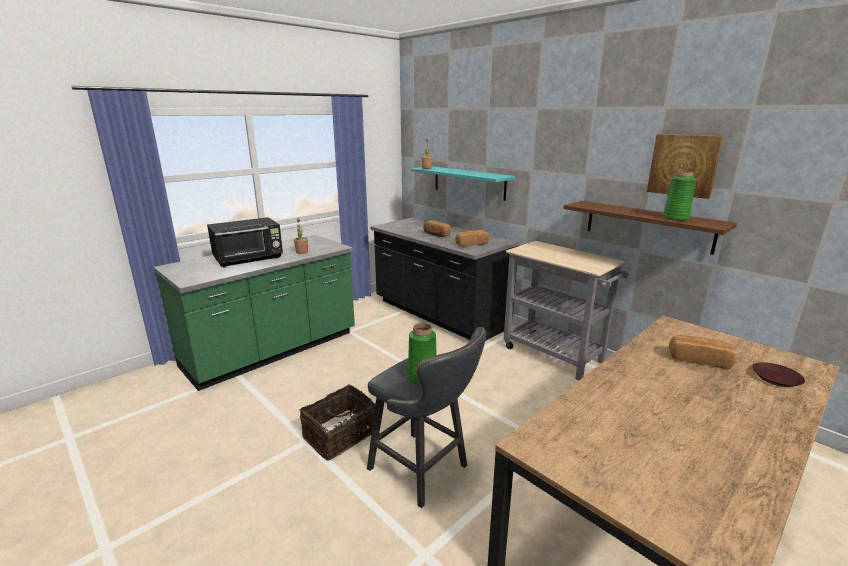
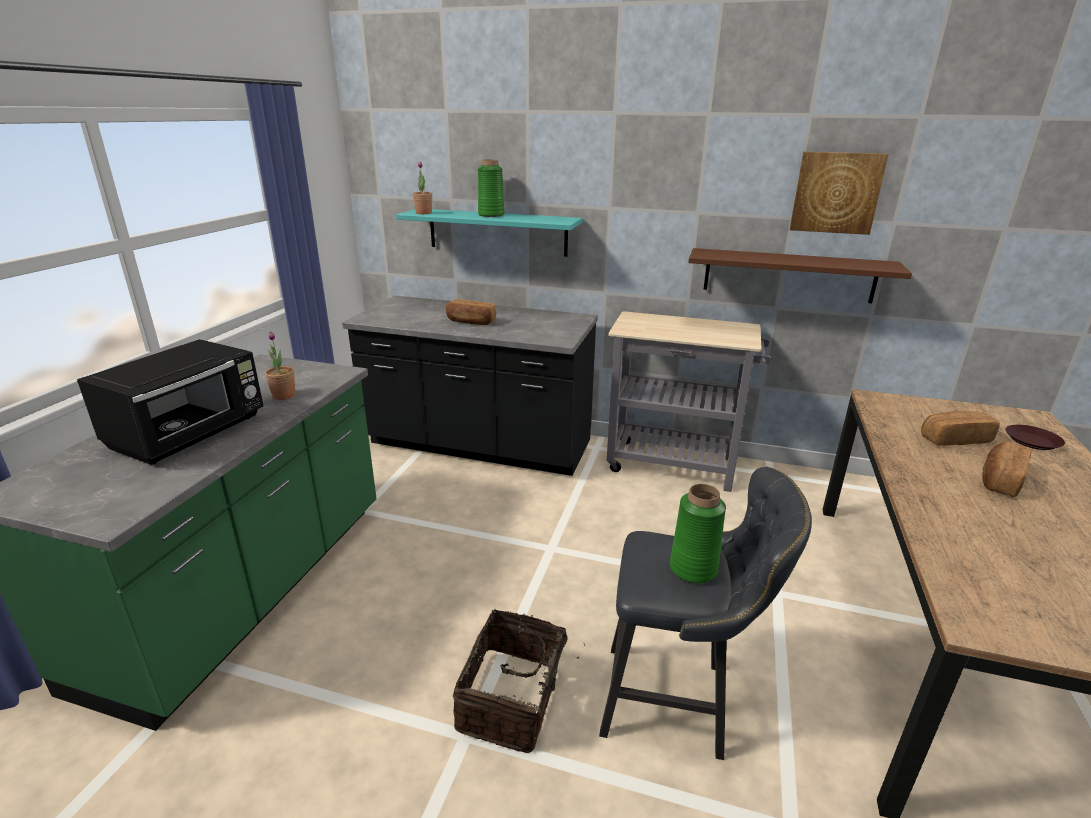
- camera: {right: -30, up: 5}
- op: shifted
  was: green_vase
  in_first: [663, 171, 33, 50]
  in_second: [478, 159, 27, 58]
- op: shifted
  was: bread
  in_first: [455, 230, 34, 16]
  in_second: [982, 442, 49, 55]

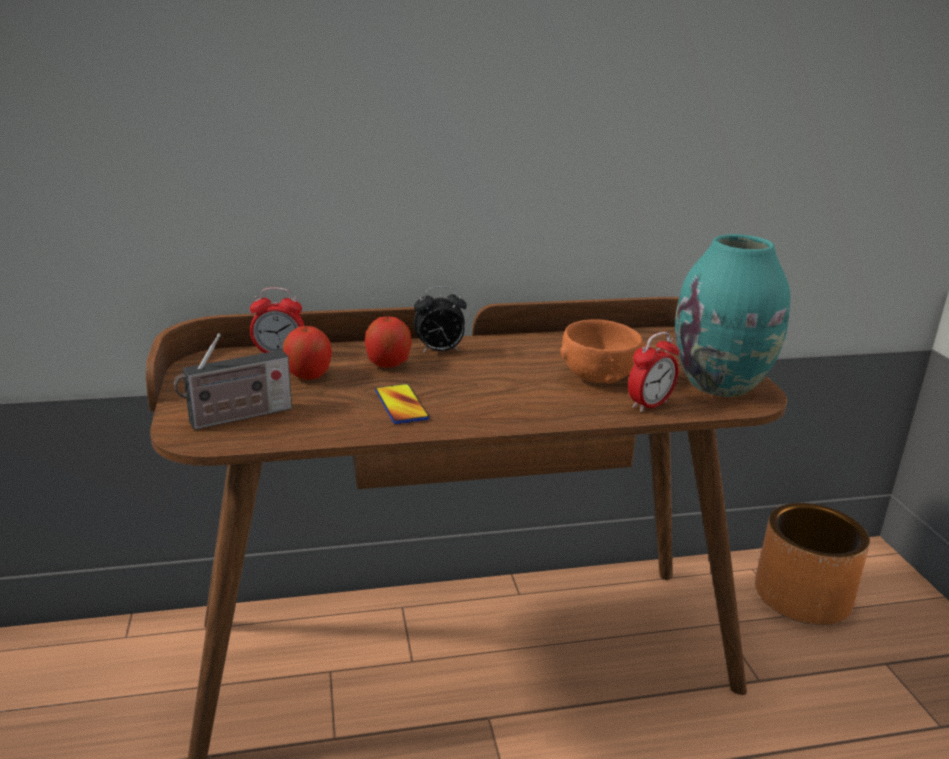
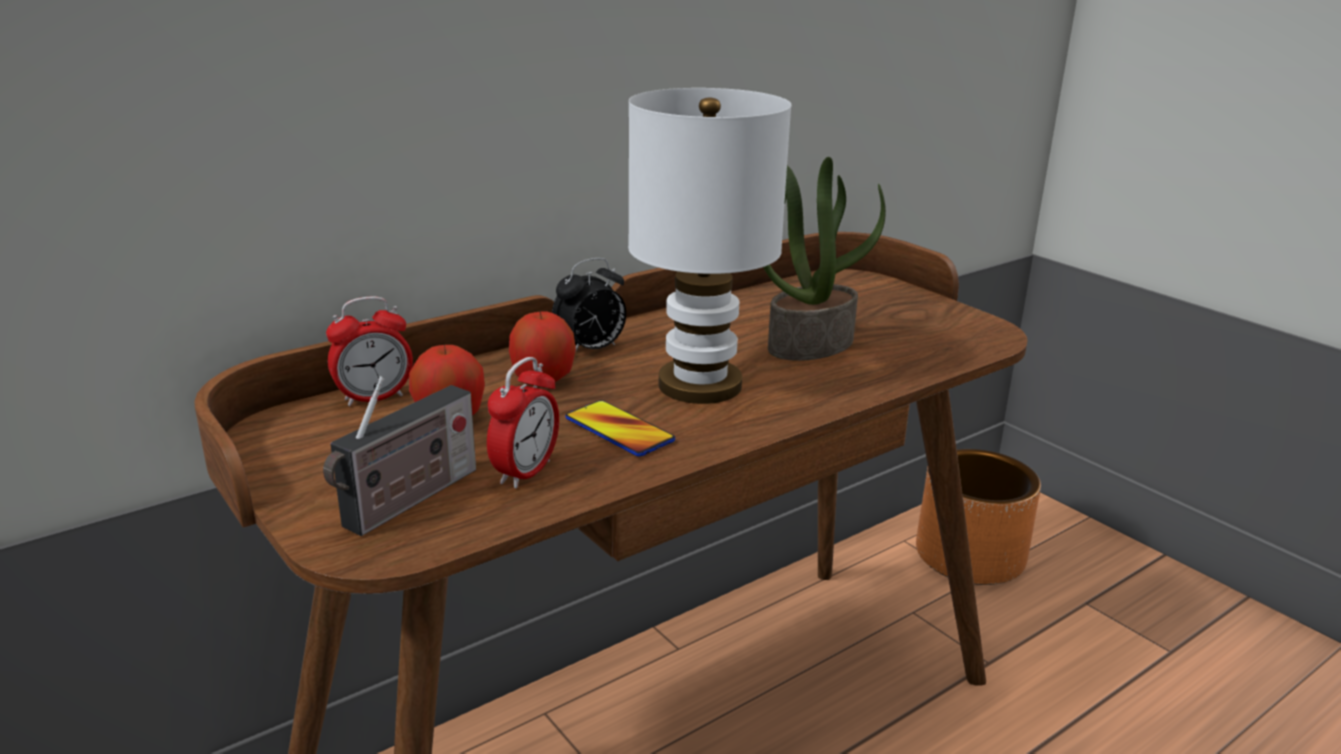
- camera: {right: -25, up: 0}
- op: shifted
  was: alarm_clock
  in_first: [628, 332, 51, 80]
  in_second: [487, 357, 72, 132]
- op: new
  now: white_table_lamp
  in_second: [628, 88, 163, 316]
- op: swapped
  was: orange_bowl
  now: potted_plant
  in_first: [560, 319, 87, 65]
  in_second: [763, 157, 123, 204]
- op: gone
  was: turquoise_vase
  in_first: [675, 234, 115, 163]

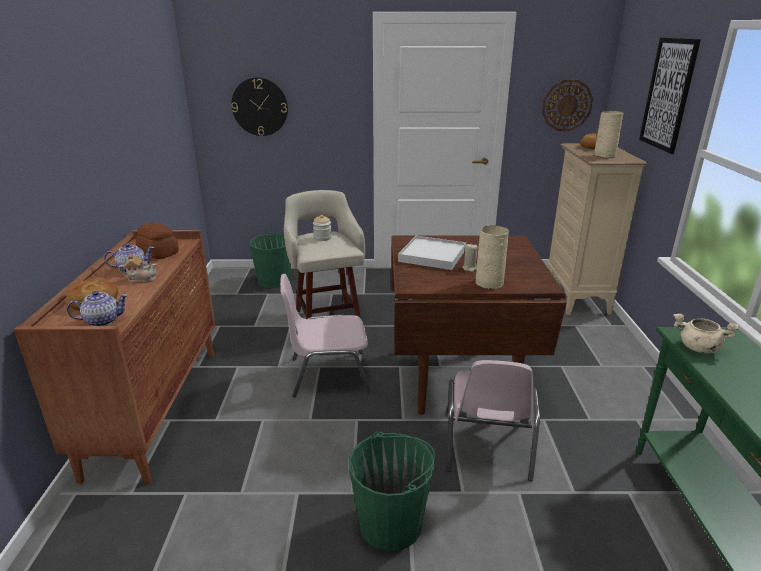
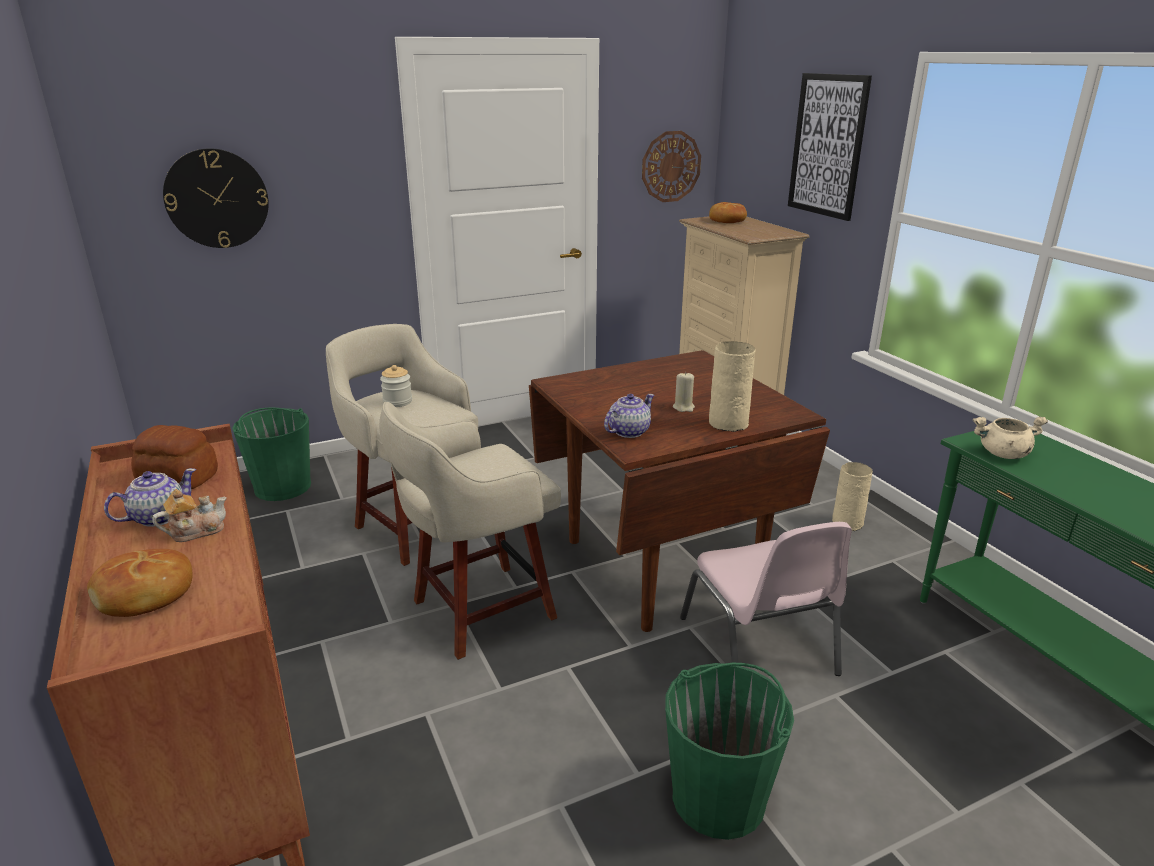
- camera: {right: -25, up: 0}
- op: swapped
  was: pink_chair
  now: beige_stool
  in_first: [280, 274, 91, 123]
  in_second: [379, 402, 182, 258]
- op: shifted
  was: teapot
  in_first: [67, 291, 61, 35]
  in_second: [604, 394, 50, 44]
- op: shifted
  was: beige_vase
  in_first: [594, 111, 29, 47]
  in_second: [832, 462, 41, 69]
- op: gone
  was: white_tray
  in_first: [398, 236, 68, 34]

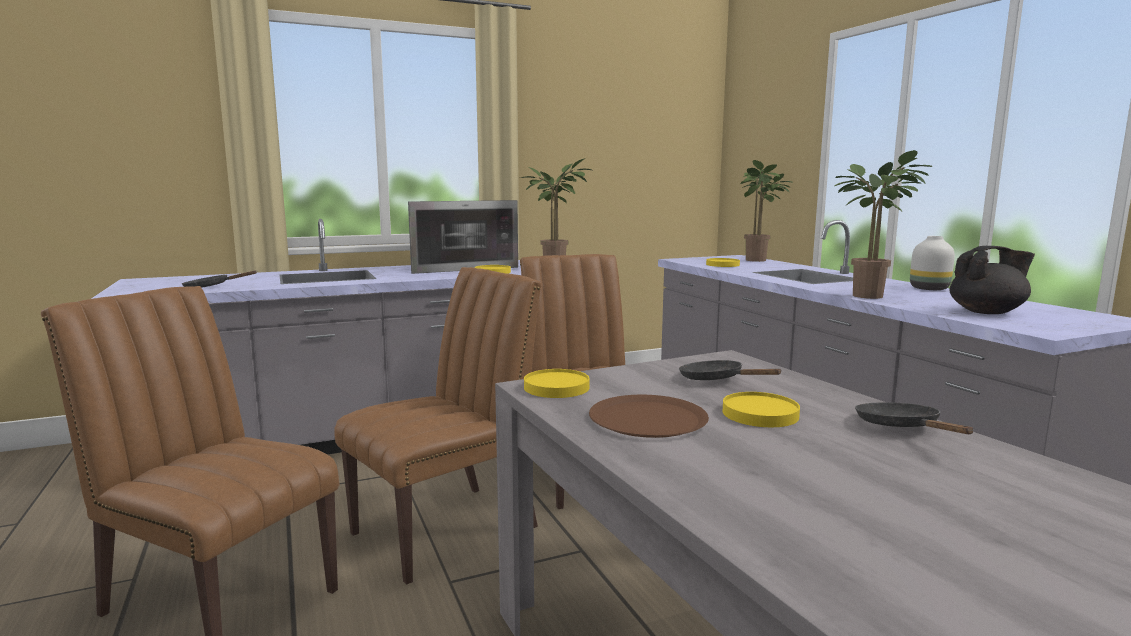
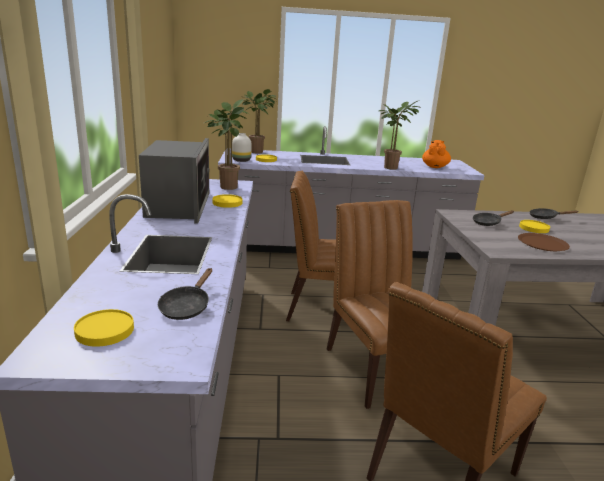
- camera: {right: -70, up: 10}
- op: shifted
  was: yellow_plate
  in_first: [524, 369, 66, 29]
  in_second: [74, 309, 60, 38]
- op: shifted
  was: white_vase
  in_first: [910, 236, 45, 54]
  in_second: [232, 133, 20, 29]
- op: repainted
  was: black_teapot
  now: orange_teapot
  in_first: [949, 246, 86, 68]
  in_second: [422, 140, 29, 28]

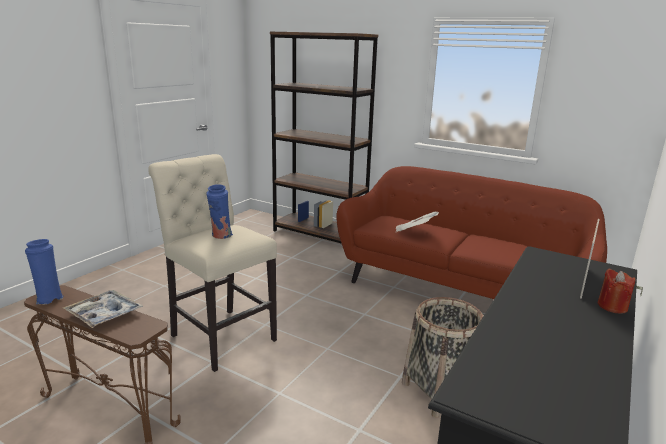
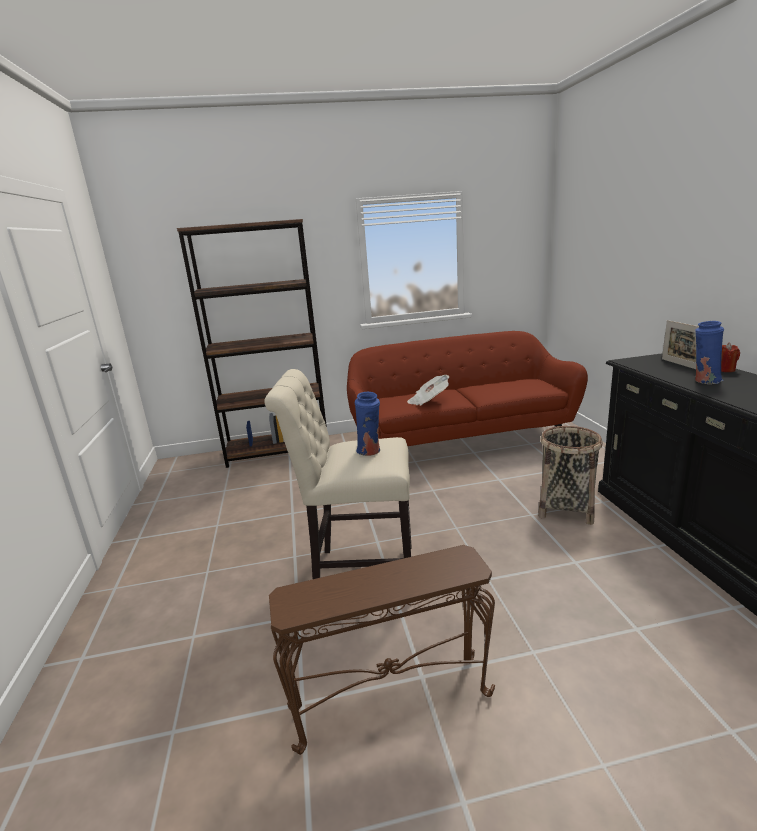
- camera: {right: -40, up: 0}
- op: shifted
  was: blue_vase
  in_first: [25, 239, 38, 65]
  in_second: [695, 321, 29, 63]
- op: gone
  was: tray
  in_first: [63, 290, 80, 38]

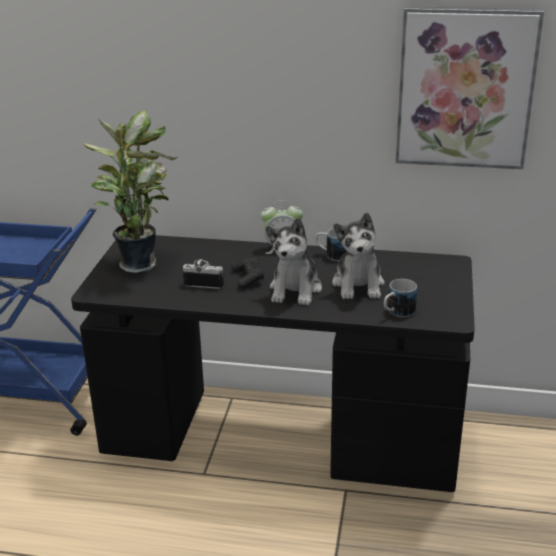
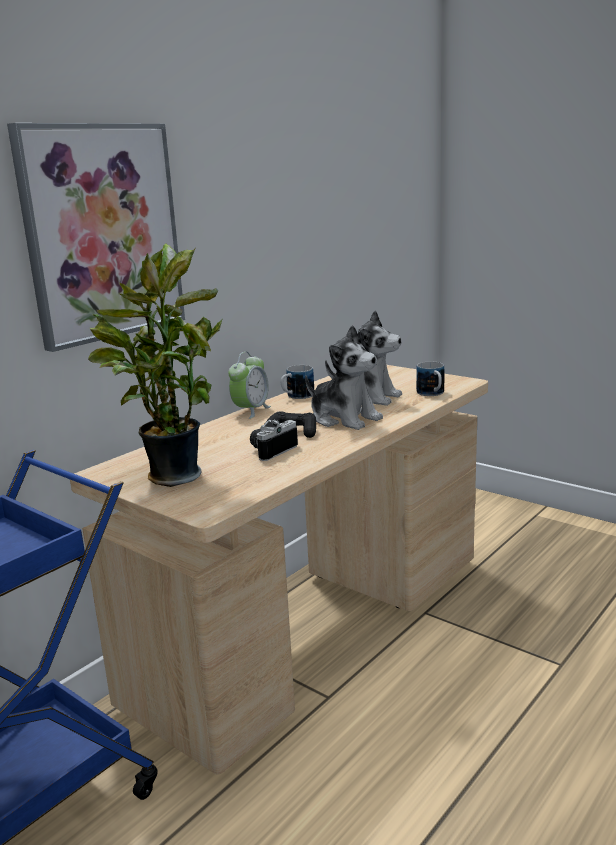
- camera: {right: -60, up: -10}
- op: shifted
  was: picture
  in_first: [396, 6, 148, 163]
  in_second: [7, 123, 178, 229]
- op: repainted
  was: black_desk
  now: beige_desk
  in_first: [71, 235, 404, 257]
  in_second: [70, 365, 418, 410]

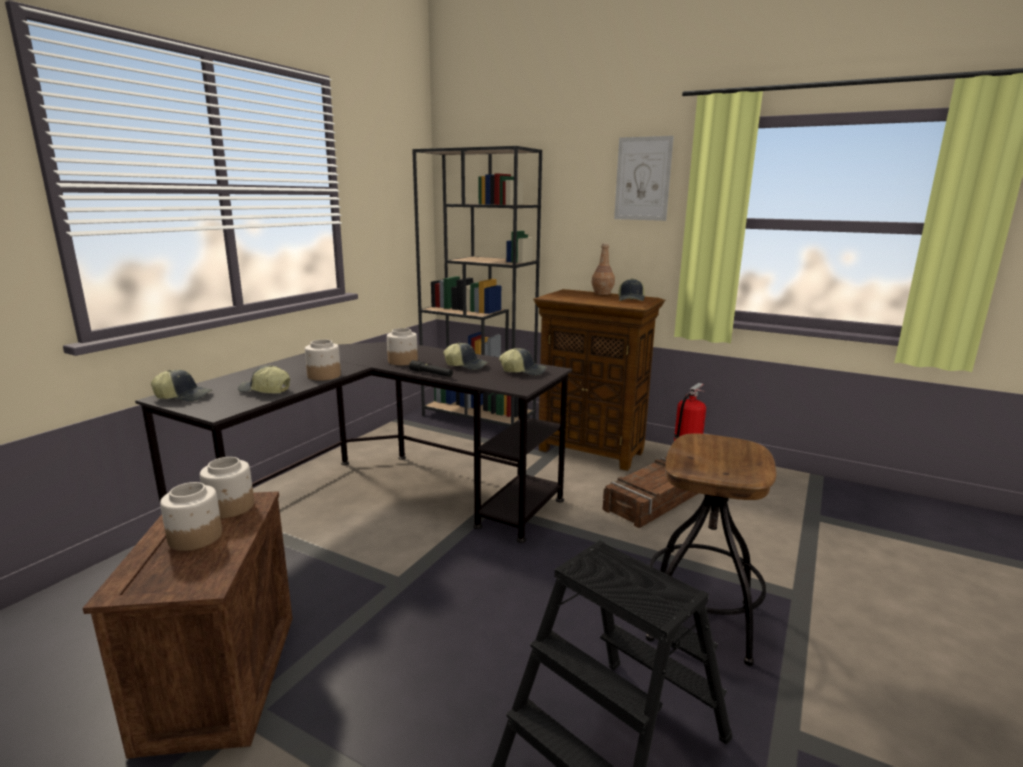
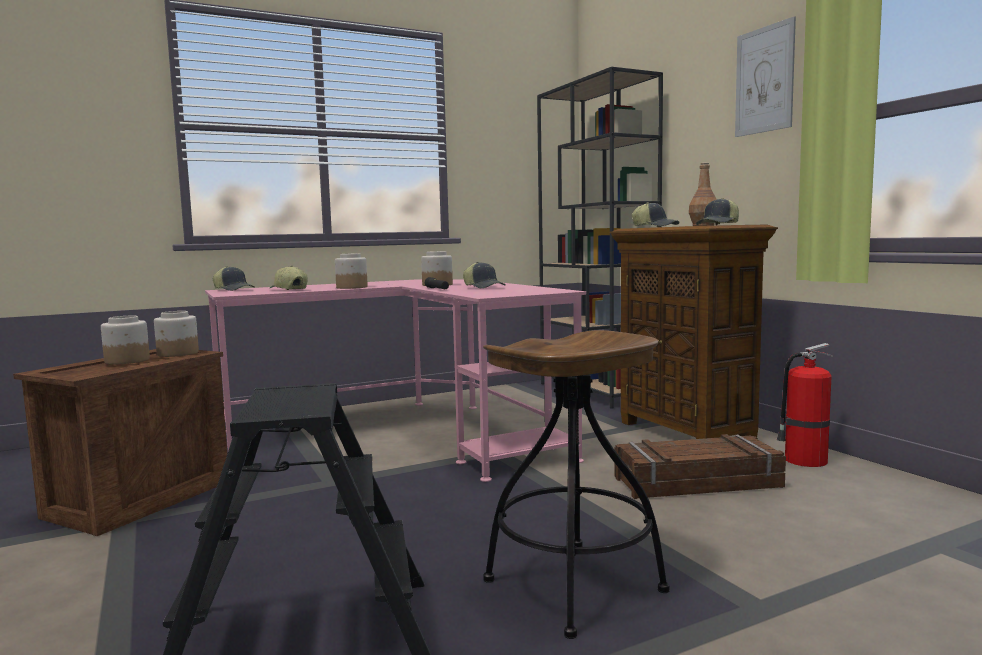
- camera: {right: 35, up: -10}
- op: repainted
  was: black_desk
  now: pink_desk
  in_first: [135, 342, 437, 201]
  in_second: [205, 279, 381, 203]
- op: shifted
  was: cap
  in_first: [499, 348, 48, 28]
  in_second: [632, 202, 47, 25]

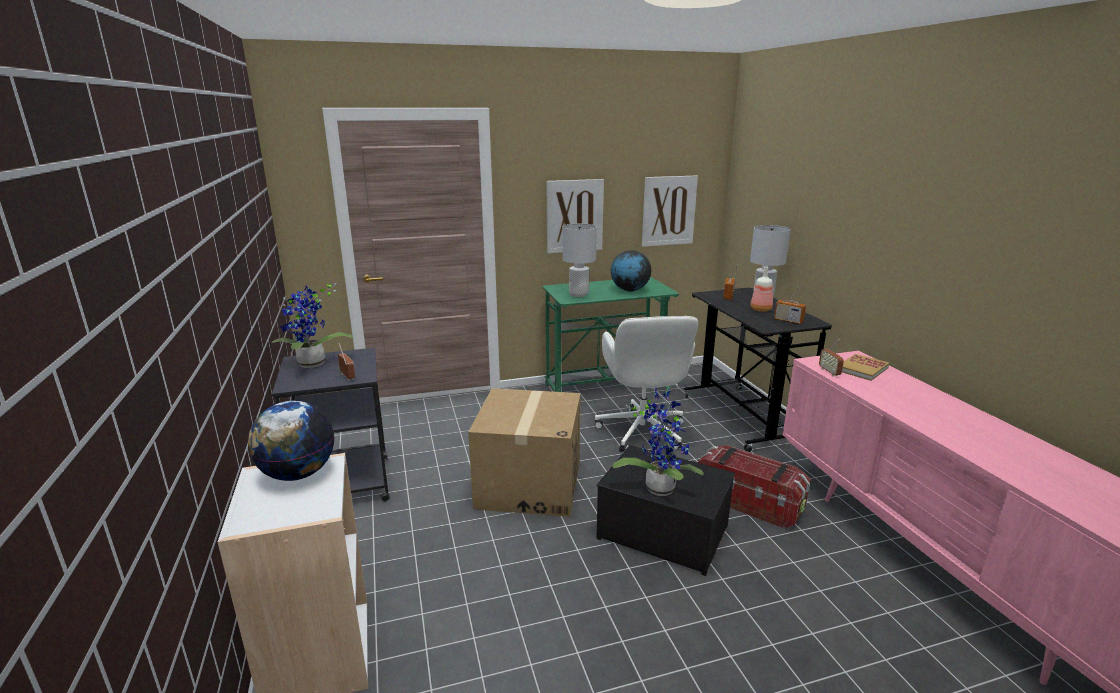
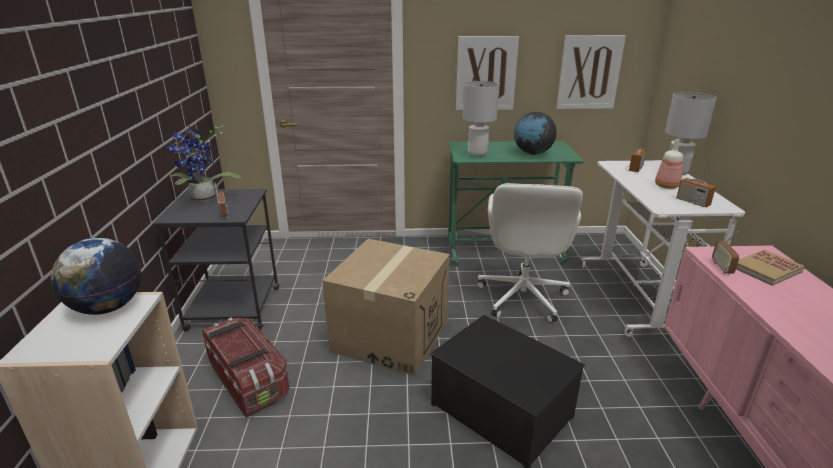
- camera: {right: 15, up: 5}
- op: shifted
  was: storage_box
  in_first: [697, 445, 113, 84]
  in_second: [202, 318, 87, 100]
- op: repainted
  was: black_desk
  now: white_desk
  in_first: [684, 288, 148, 164]
  in_second: [582, 160, 163, 177]
- op: gone
  was: potted_plant
  in_first: [612, 388, 92, 108]

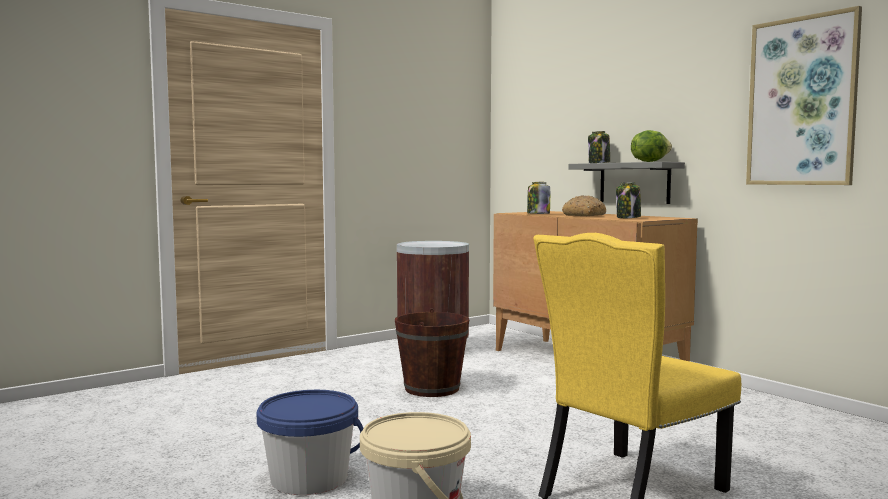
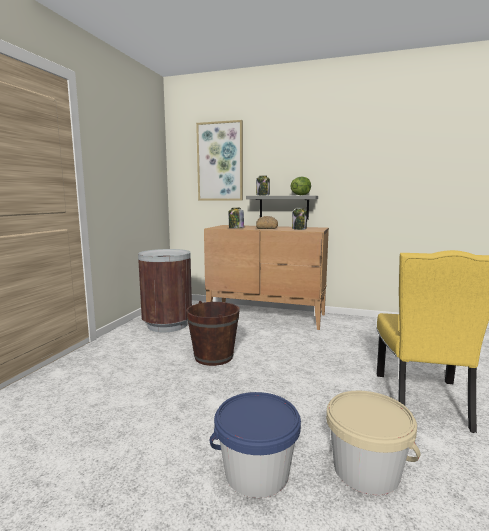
- camera: {right: -35, up: 5}
- op: shifted
  was: picture
  in_first: [746, 6, 116, 179]
  in_second: [196, 120, 47, 81]

